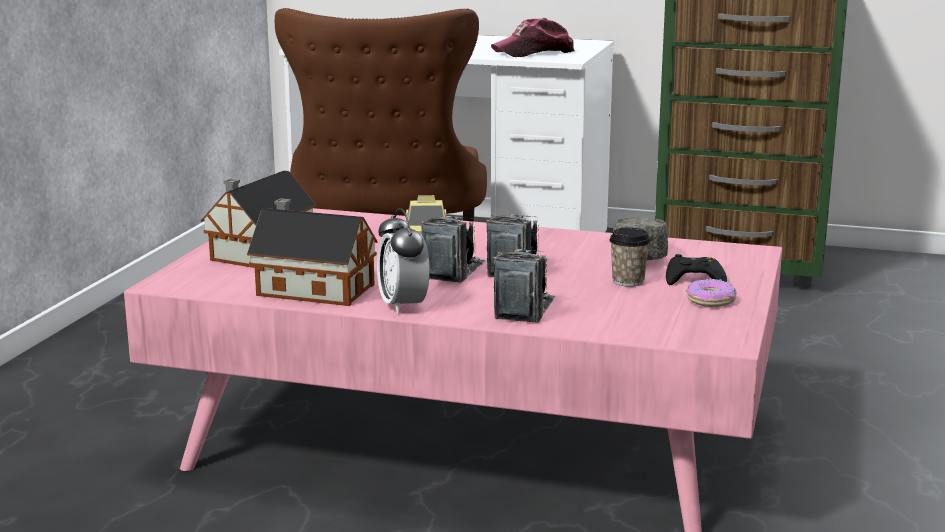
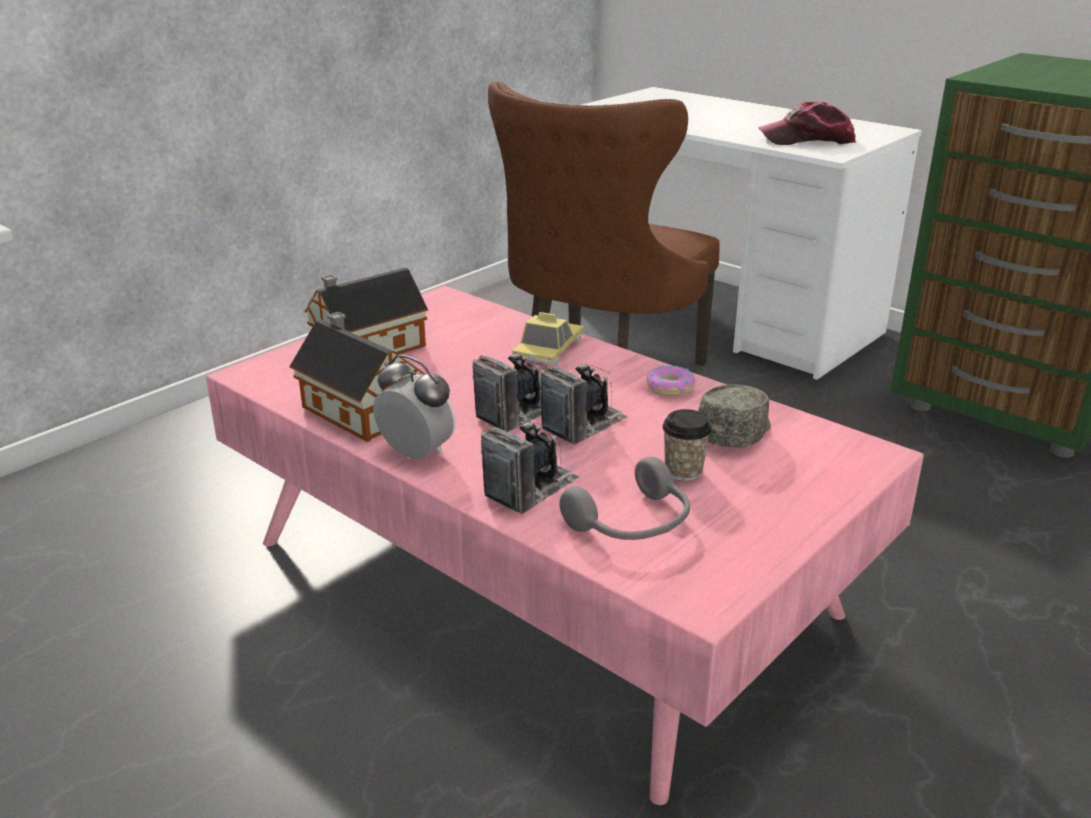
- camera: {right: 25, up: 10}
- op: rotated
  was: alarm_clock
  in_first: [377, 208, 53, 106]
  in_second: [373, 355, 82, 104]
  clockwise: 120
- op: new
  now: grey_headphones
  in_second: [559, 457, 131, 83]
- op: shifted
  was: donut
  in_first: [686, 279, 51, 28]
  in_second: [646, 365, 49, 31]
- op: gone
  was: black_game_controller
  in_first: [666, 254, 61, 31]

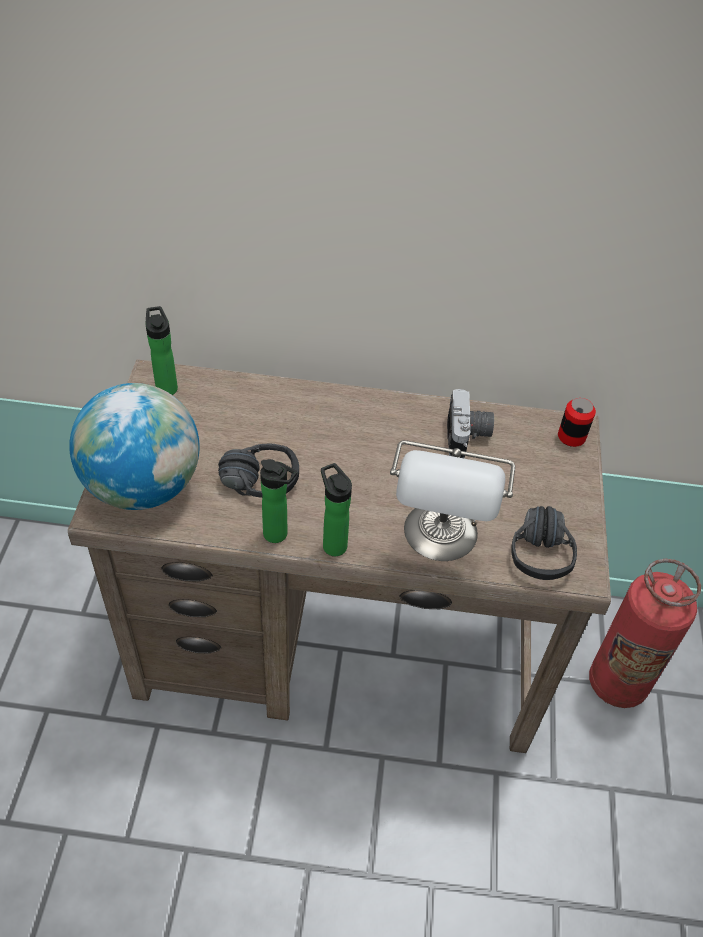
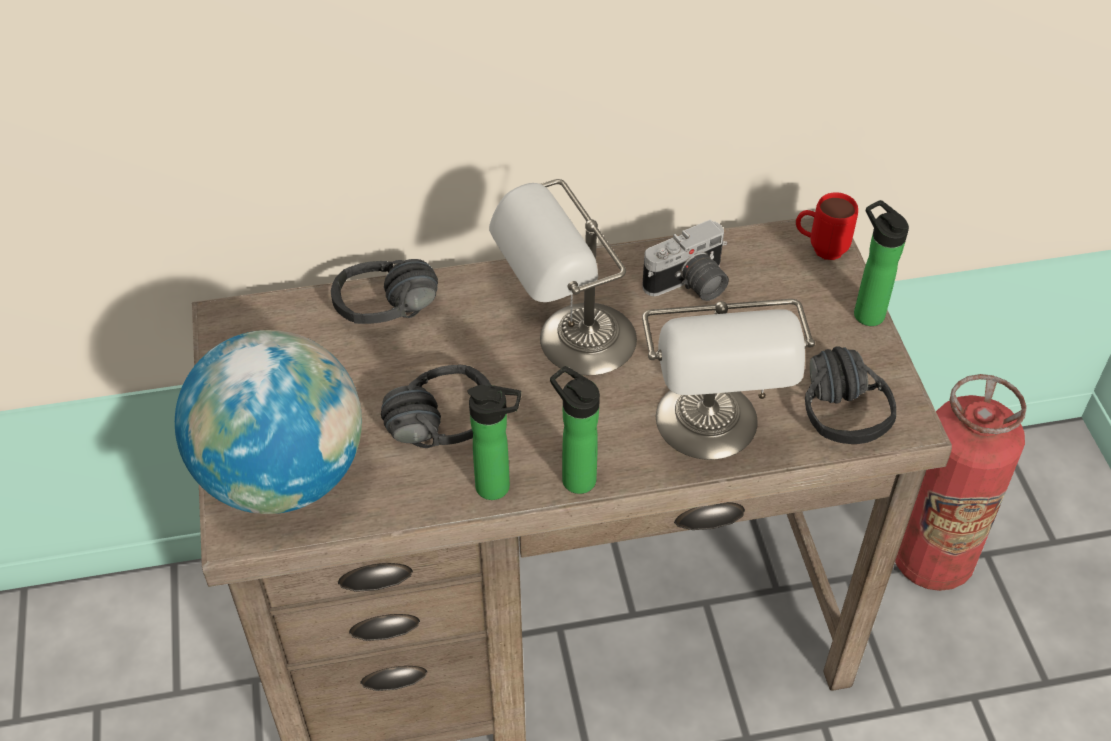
- camera: {right: -15, up: 0}
- op: new
  now: black_headphones
  in_second: [331, 259, 107, 65]
- op: new
  now: white_table_lamp
  in_second: [489, 179, 148, 196]
- op: rotated
  was: photo_camera
  in_first: [447, 389, 47, 69]
  in_second: [642, 220, 87, 81]
  clockwise: 75
- op: swapped
  was: can
  now: red_mug
  in_first: [558, 398, 38, 49]
  in_second: [796, 192, 62, 68]
- op: shifted
  was: bottle
  in_first: [145, 306, 33, 89]
  in_second: [854, 200, 55, 126]

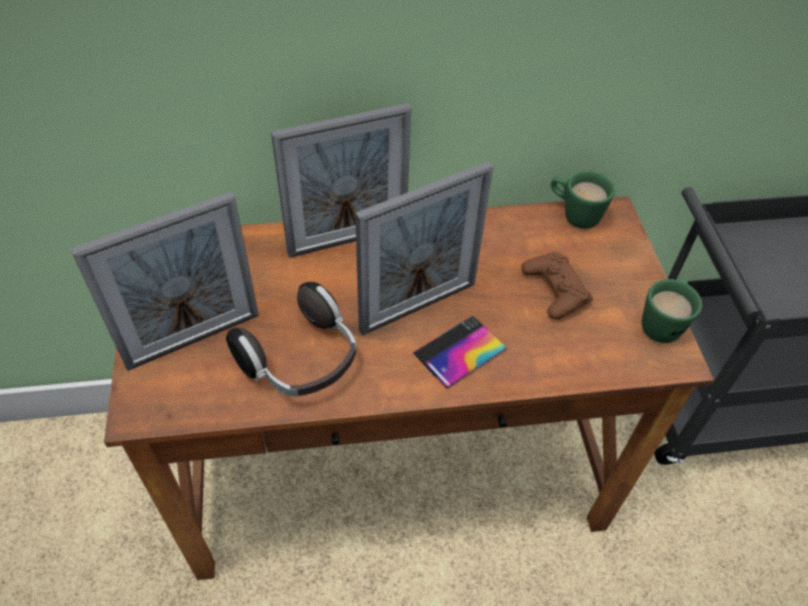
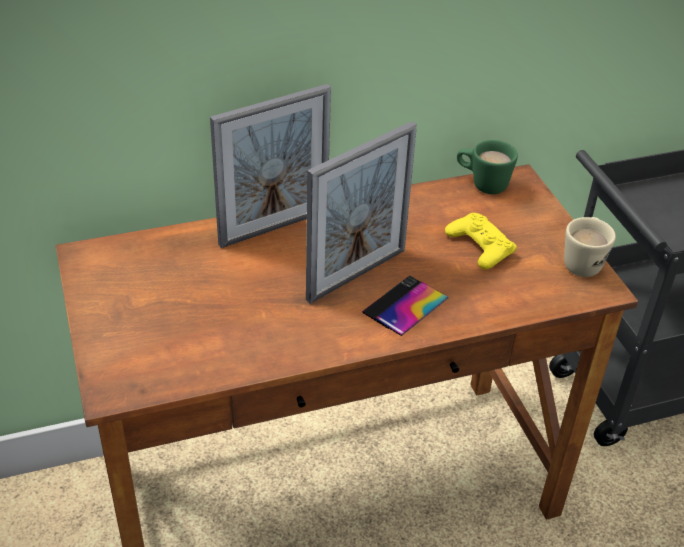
- camera: {right: -10, up: -10}
- op: repainted
  was: brown_game_controller
  now: yellow_game_controller
  in_first: [521, 252, 72, 67]
  in_second: [445, 213, 72, 57]
- op: repainted
  was: green_mug
  now: beige_mug
  in_first: [642, 277, 60, 66]
  in_second: [564, 217, 52, 60]
- op: gone
  was: picture_frame
  in_first: [70, 192, 189, 179]
- op: gone
  was: headphones
  in_first: [226, 282, 130, 115]

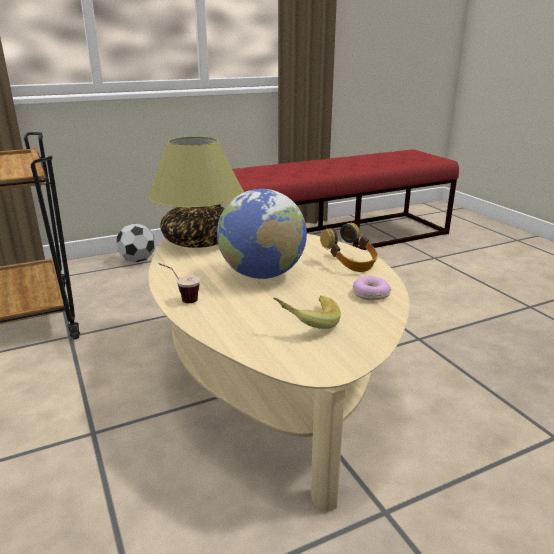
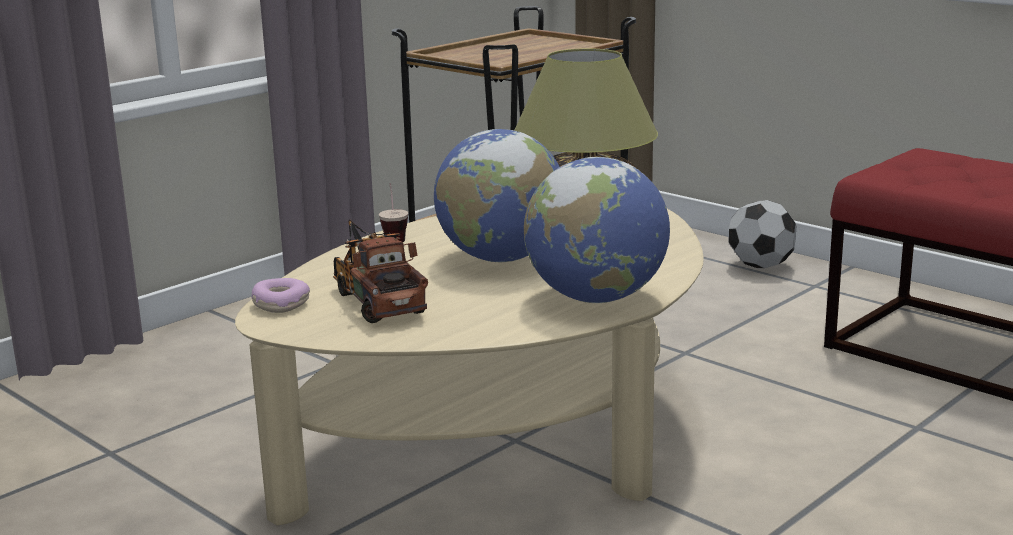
- camera: {right: 70, up: -5}
- op: shifted
  was: donut
  in_first: [353, 276, 38, 24]
  in_second: [251, 278, 59, 35]
- op: swapped
  was: banana
  now: toy_truck
  in_first: [273, 296, 68, 33]
  in_second: [333, 219, 95, 104]
- op: swapped
  was: headphones
  now: globe
  in_first: [320, 223, 58, 49]
  in_second: [524, 157, 146, 146]

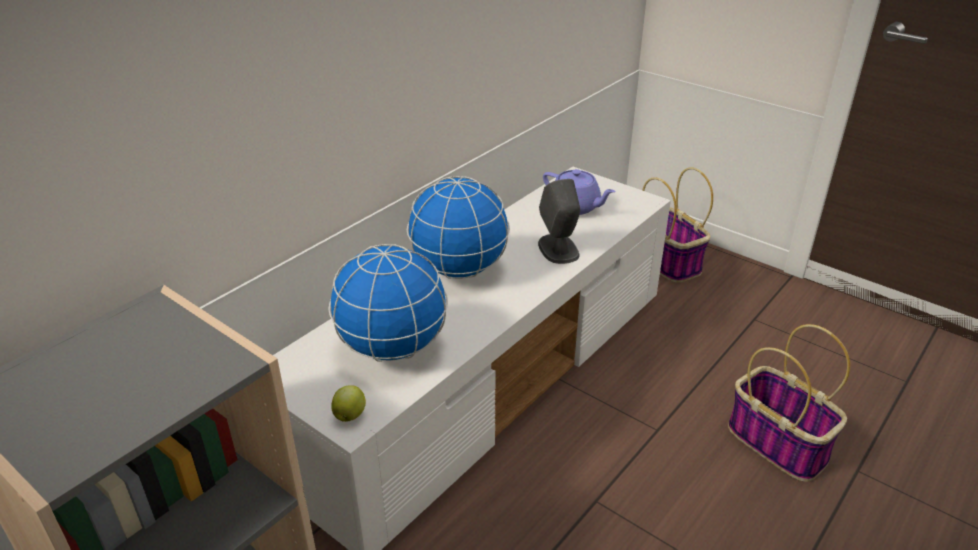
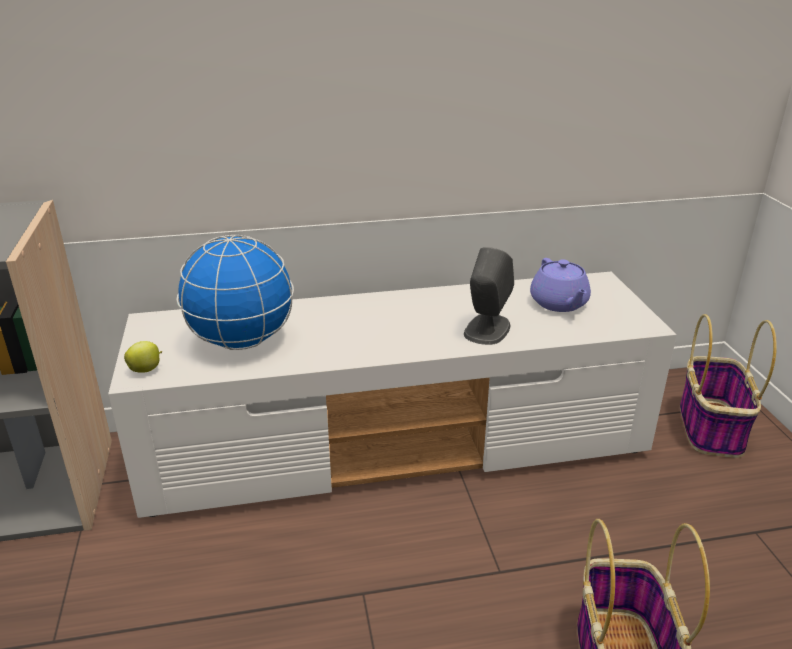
- camera: {right: 40, up: -5}
- op: gone
  was: globe
  in_first: [407, 176, 103, 103]

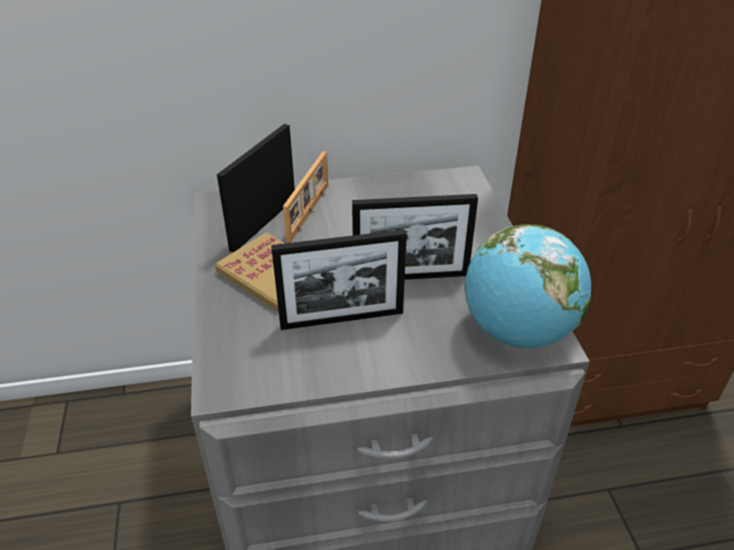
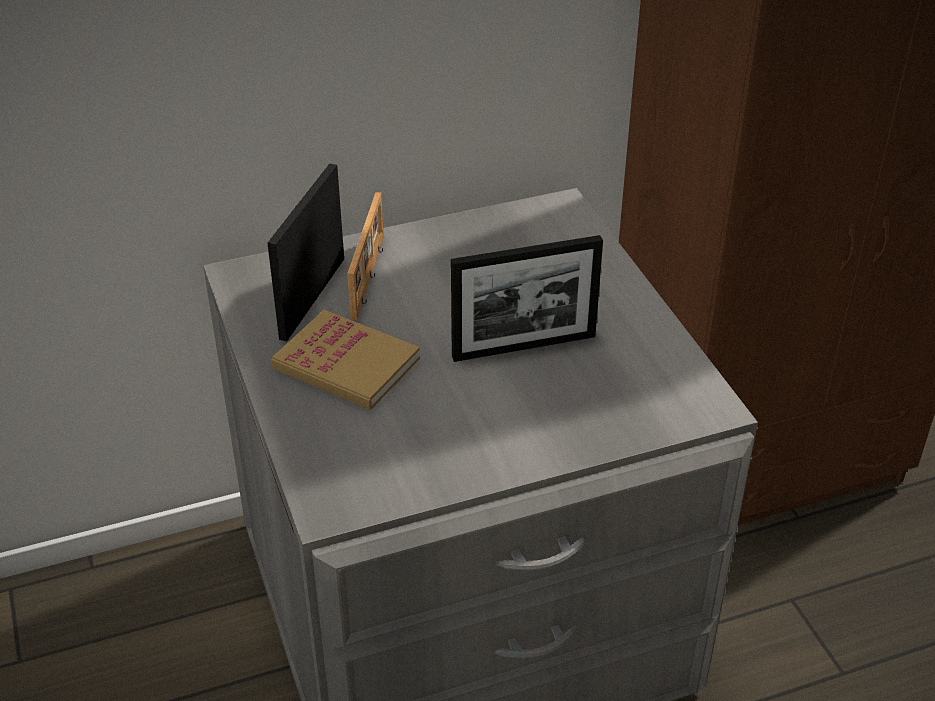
- camera: {right: -10, up: 0}
- op: gone
  was: picture_frame
  in_first: [271, 229, 136, 101]
- op: gone
  was: globe
  in_first: [464, 224, 127, 124]

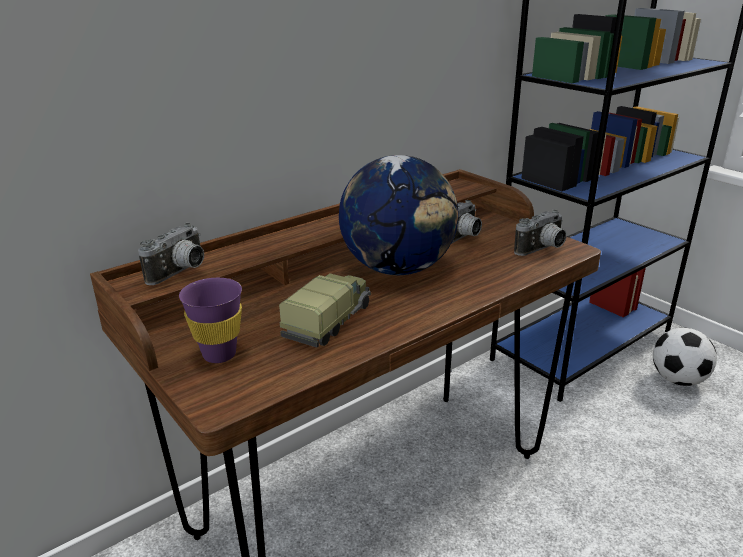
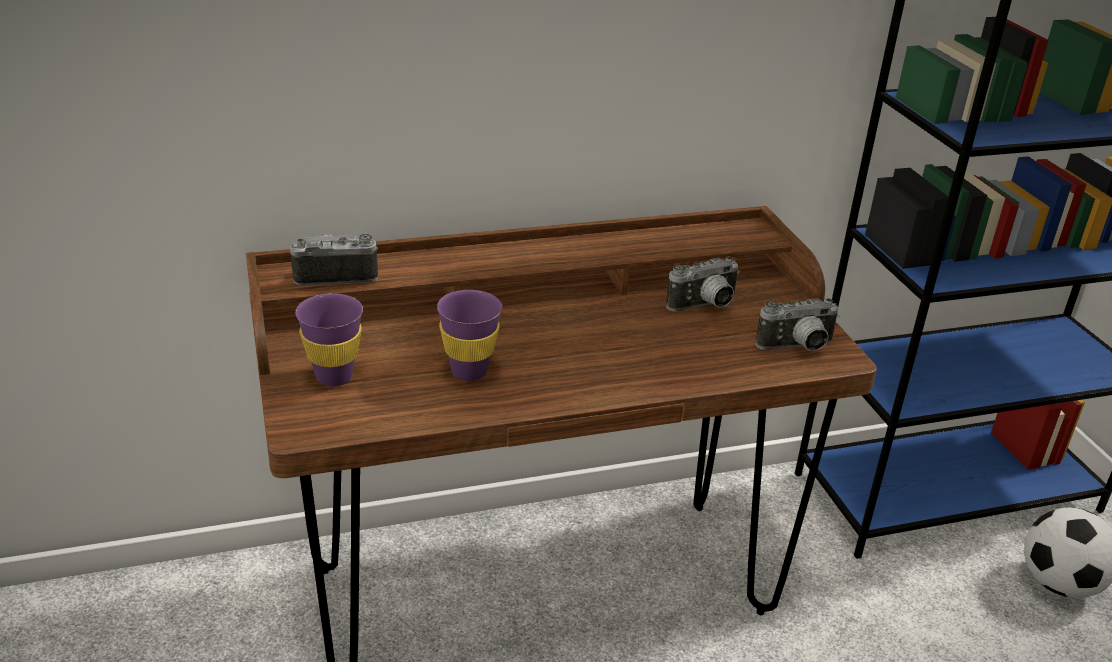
- camera: {right: 20, up: 5}
- op: rotated
  was: photo_camera
  in_first: [138, 223, 66, 62]
  in_second: [290, 234, 88, 52]
  clockwise: -150
- op: swapped
  was: toy_truck
  now: purple_cup
  in_first: [279, 273, 92, 75]
  in_second: [437, 290, 65, 91]
- op: gone
  was: globe
  in_first: [339, 155, 119, 120]

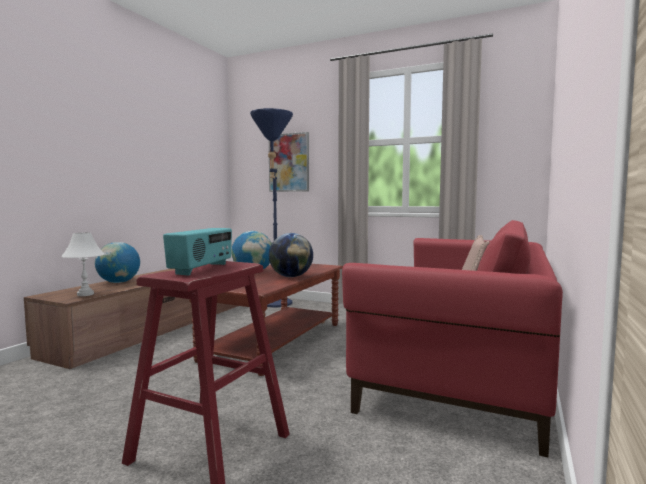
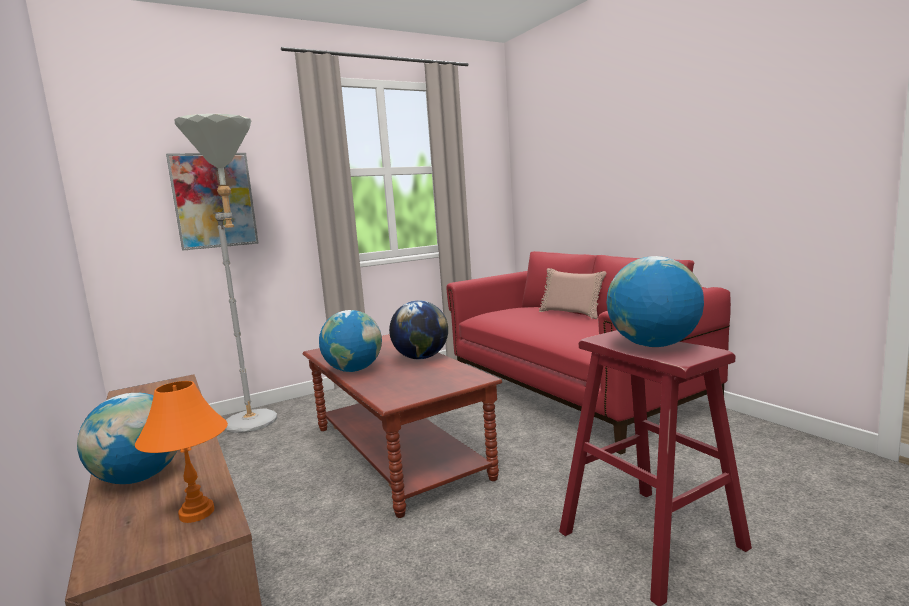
- camera: {right: -55, up: 5}
- op: repainted
  was: white_table_lamp
  now: orange_table_lamp
  in_first: [61, 233, 43, 63]
  in_second: [135, 381, 93, 142]
- op: repainted
  was: blue_floor_lamp
  now: grey_floor_lamp
  in_first: [250, 108, 43, 200]
  in_second: [174, 114, 103, 319]
- op: swapped
  was: radio
  now: globe
  in_first: [163, 228, 69, 48]
  in_second: [606, 256, 98, 91]

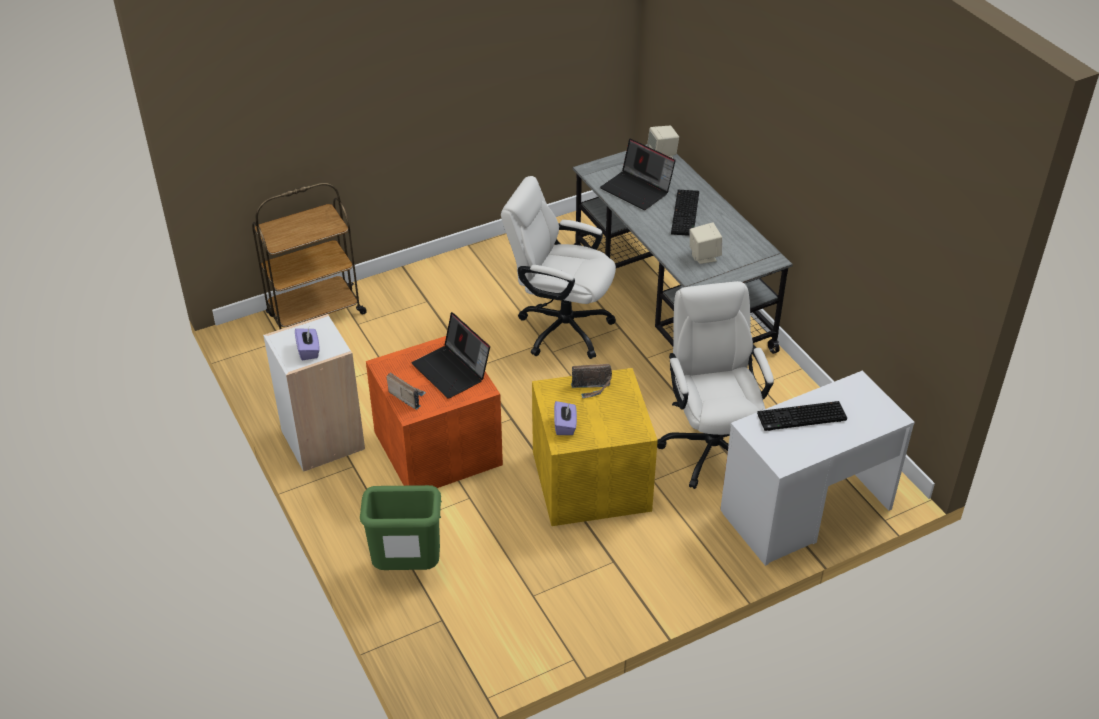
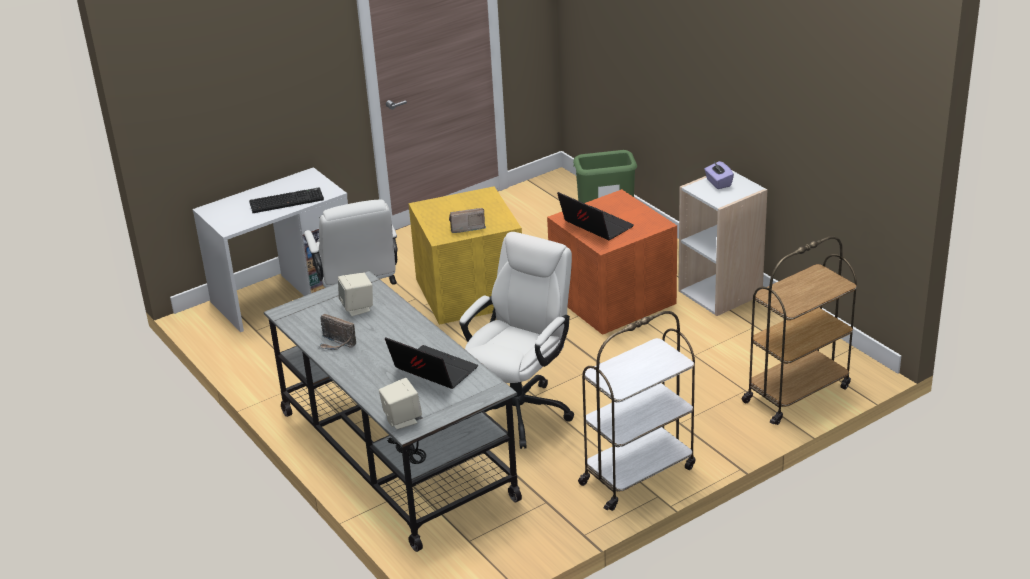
- camera: {right: 175, up: -10}
- op: shifted
  was: radio
  in_first: [387, 373, 39, 37]
  in_second: [317, 314, 39, 36]
- op: rotated
  was: white_office_chair
  in_first: [501, 176, 115, 183]
  in_second: [460, 232, 114, 217]
  clockwise: -75
- op: new
  now: white_cart
  in_second: [578, 311, 117, 200]
- op: gone
  was: purple_tissue_box
  in_first: [554, 401, 23, 34]
- op: gone
  was: keyboard
  in_first: [671, 190, 28, 46]

